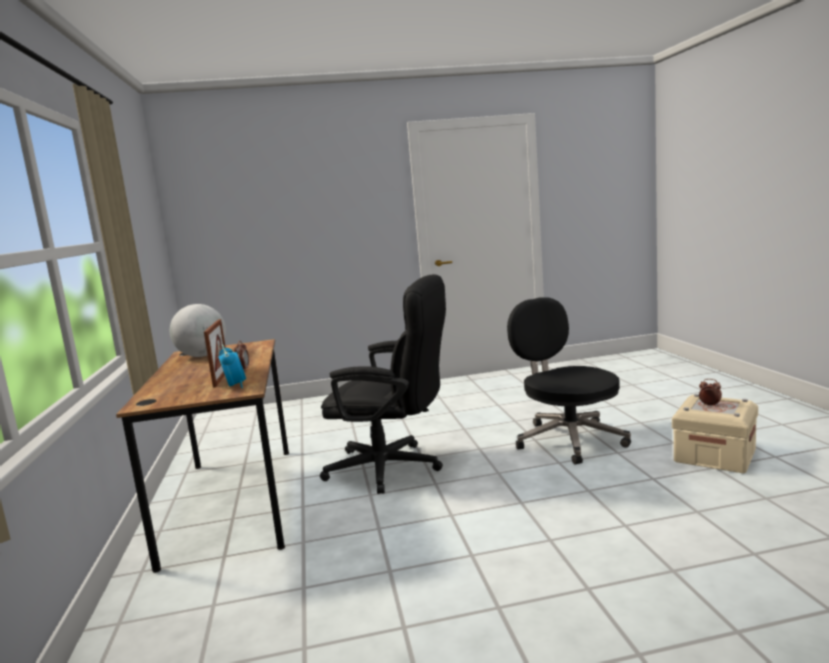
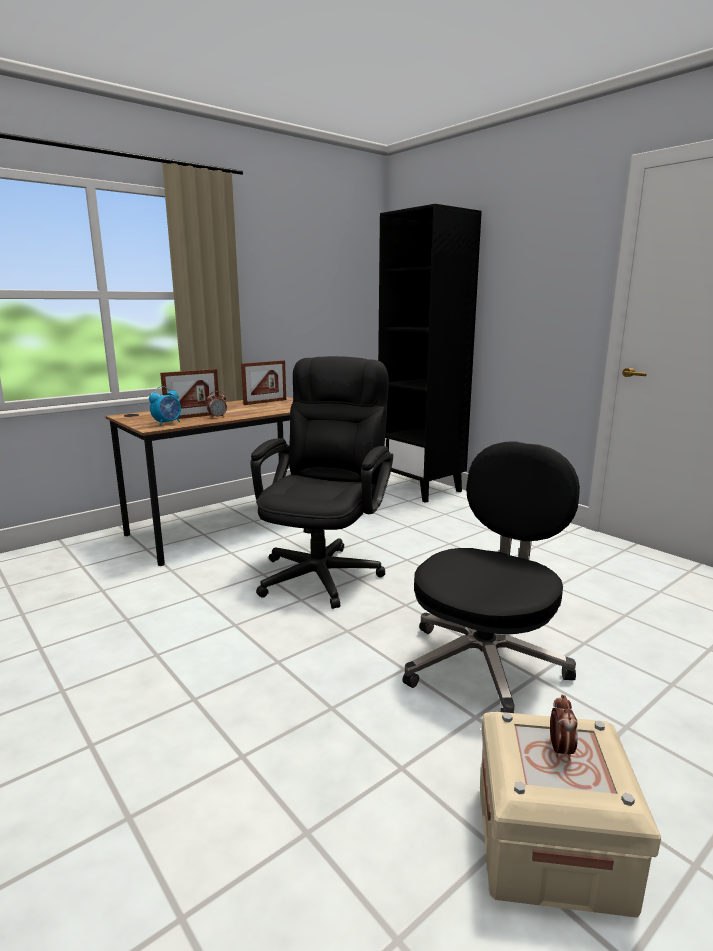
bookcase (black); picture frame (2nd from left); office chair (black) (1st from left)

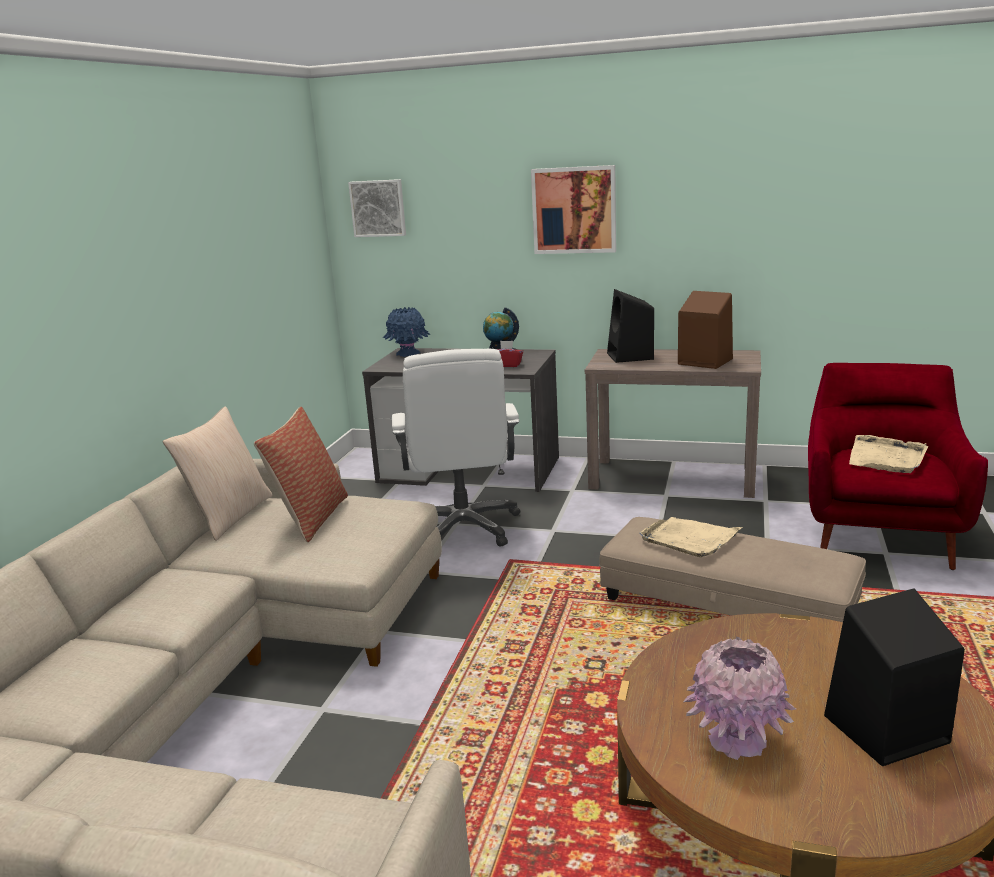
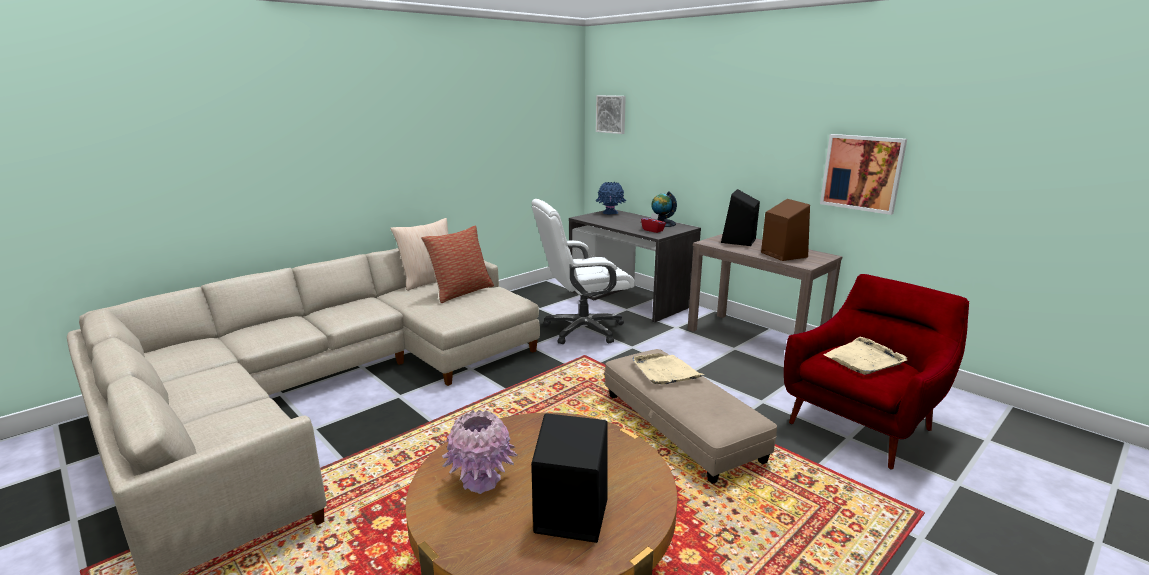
picture (2nd from left); office chair (white)

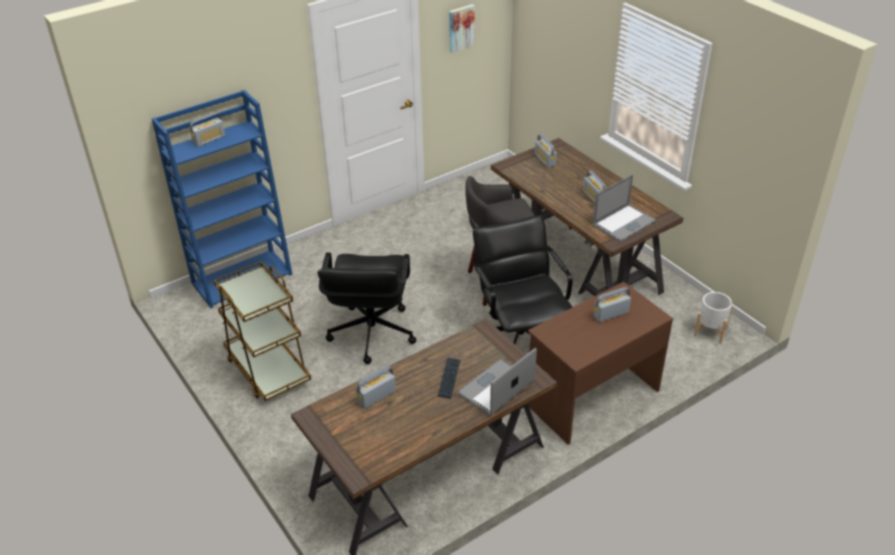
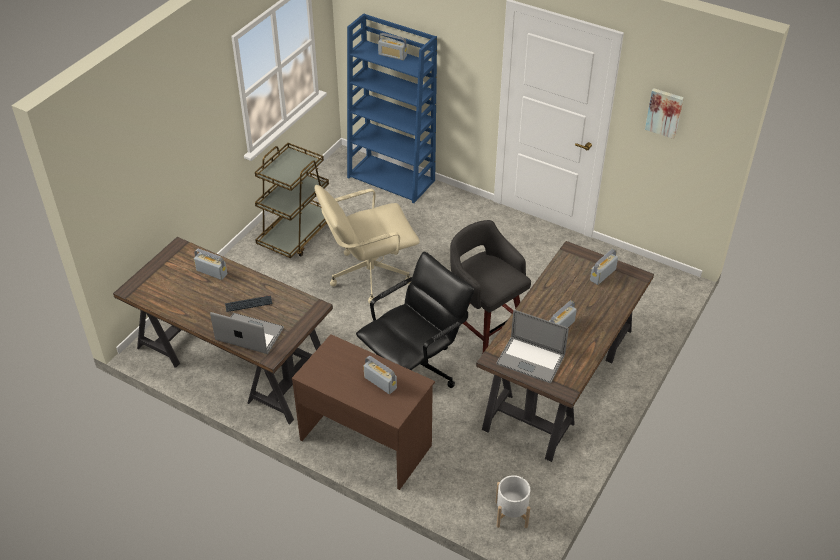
office chair (beige)

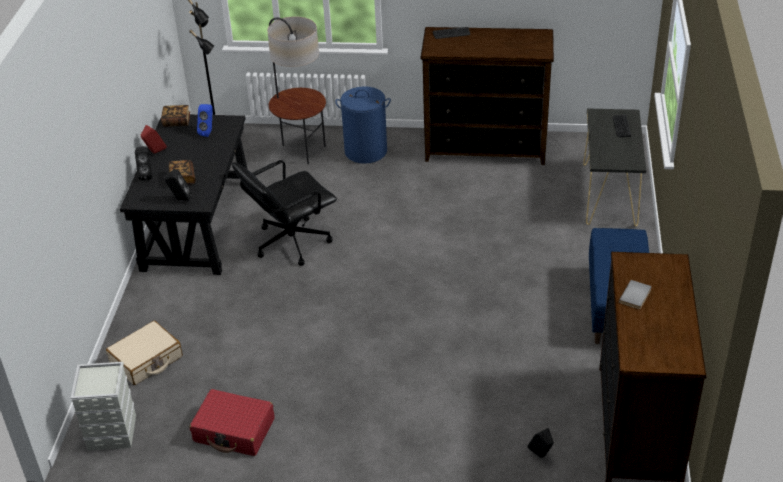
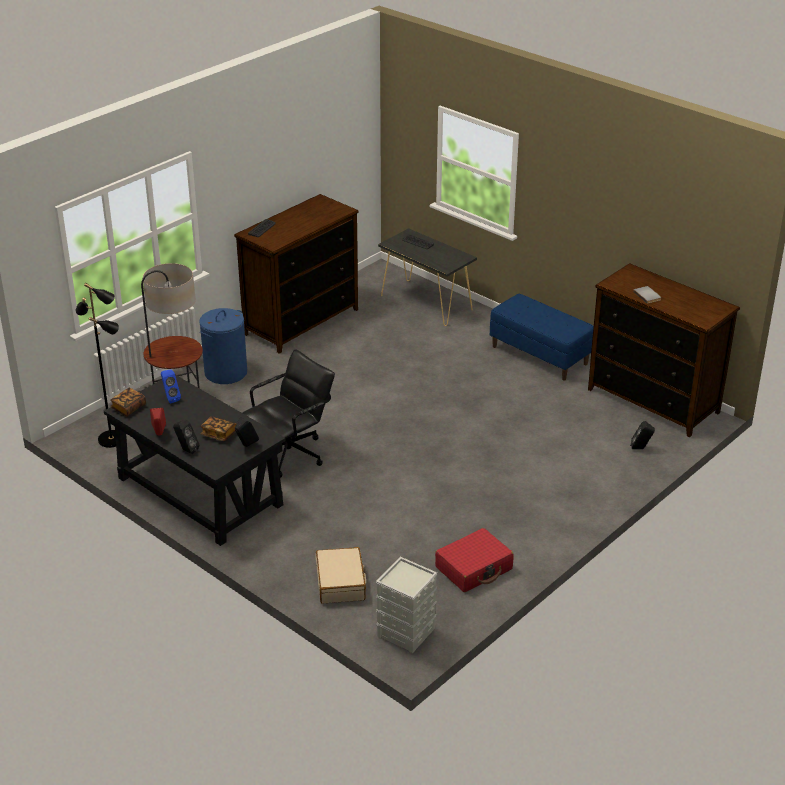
office chair (black)

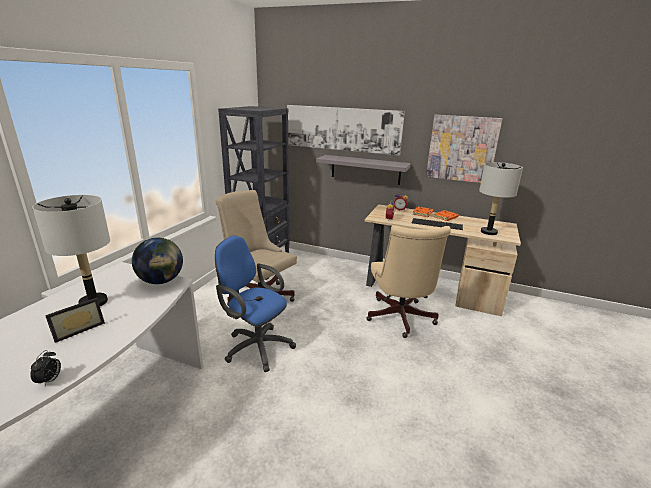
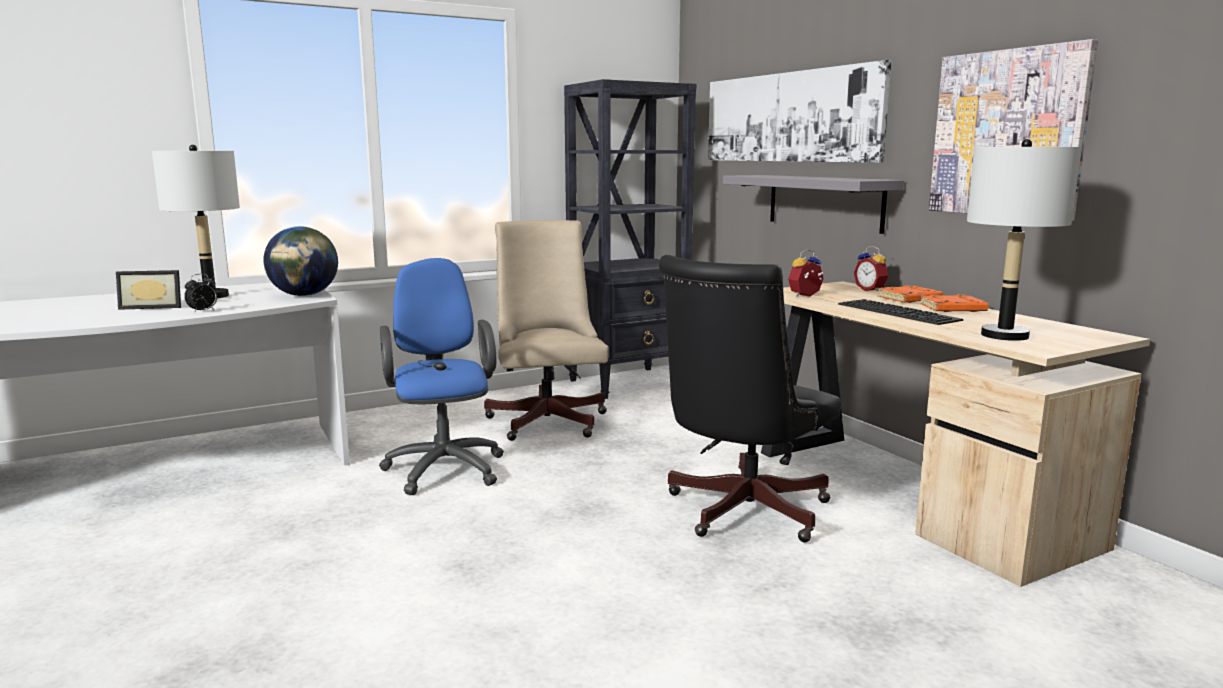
alarm clock (1st from left); office chair (black)

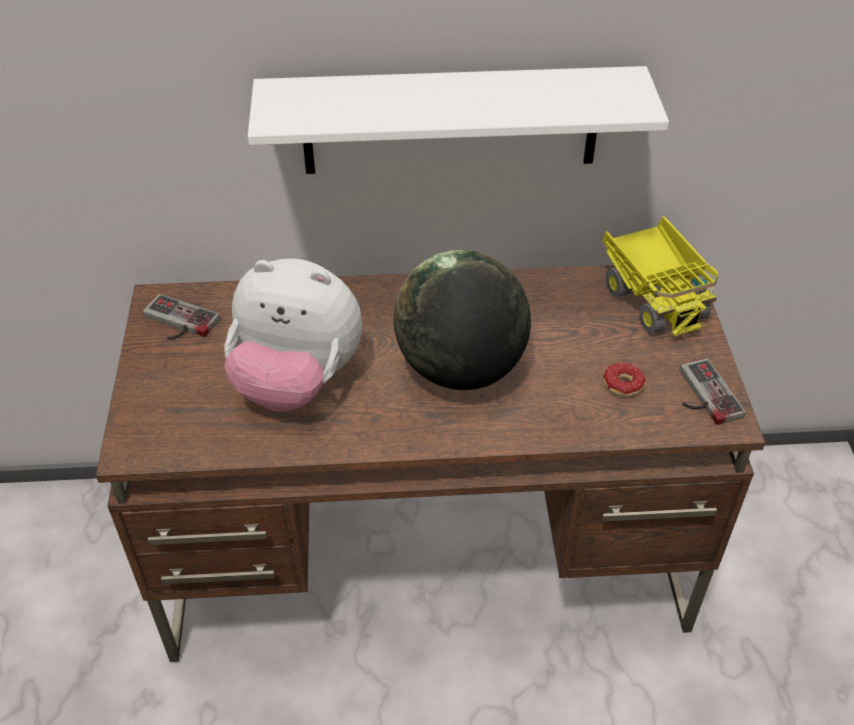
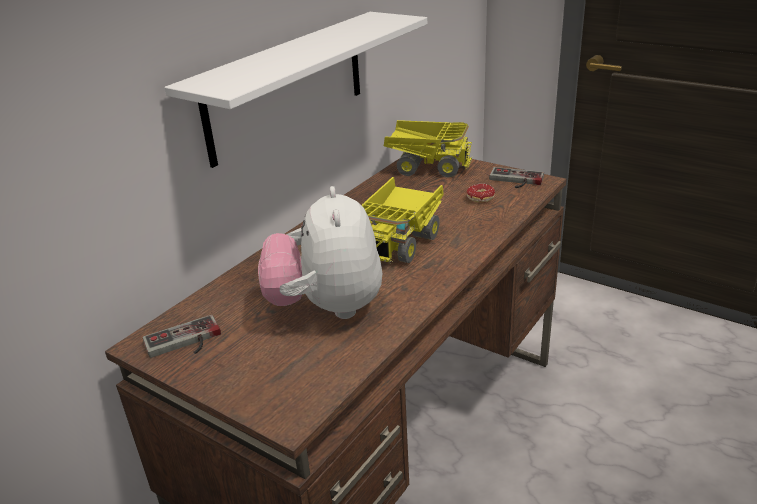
toy truck (1st from left); plush toy

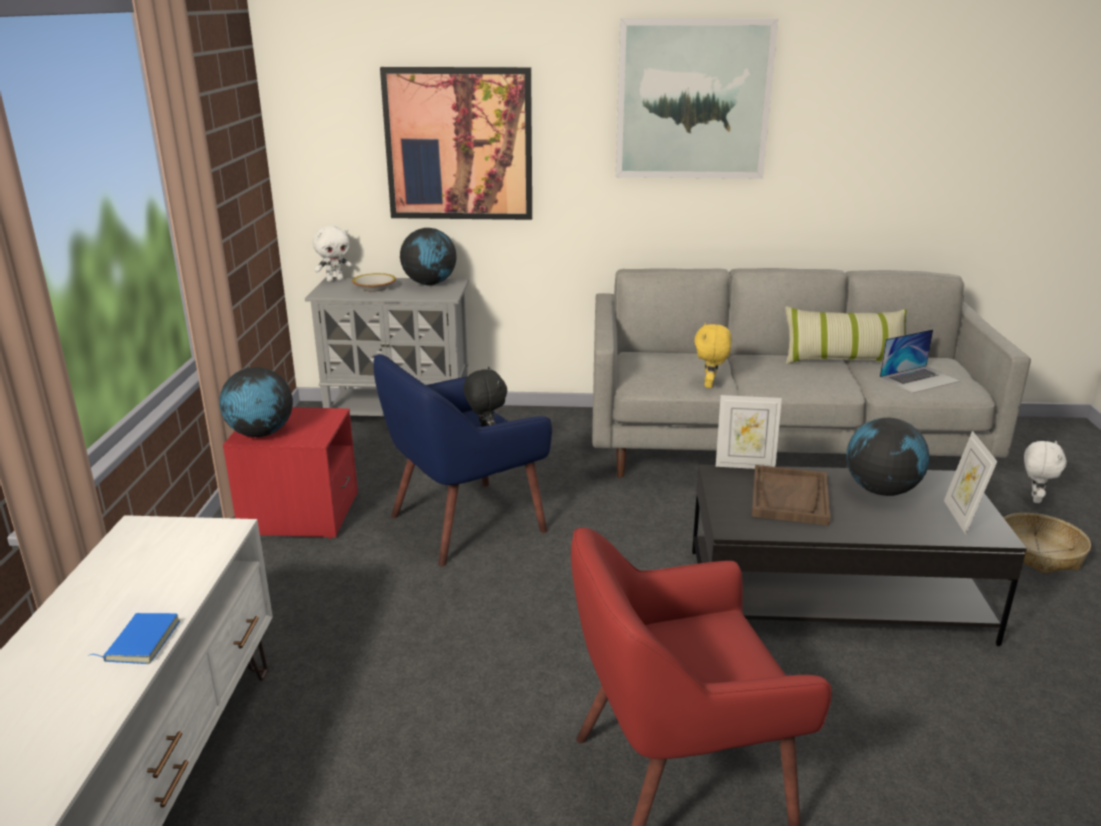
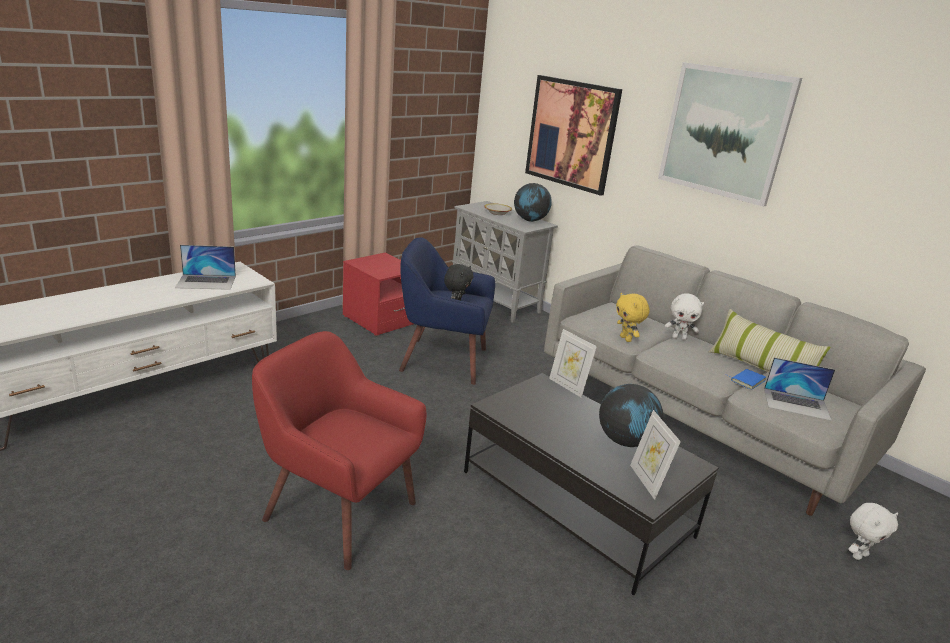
globe (1st from left in the first image); tray (brown); basket; laptop (1st from left); book (blue); plush toy (white) (1st from left); plush toy (yellow); picture frame (2nd from left)

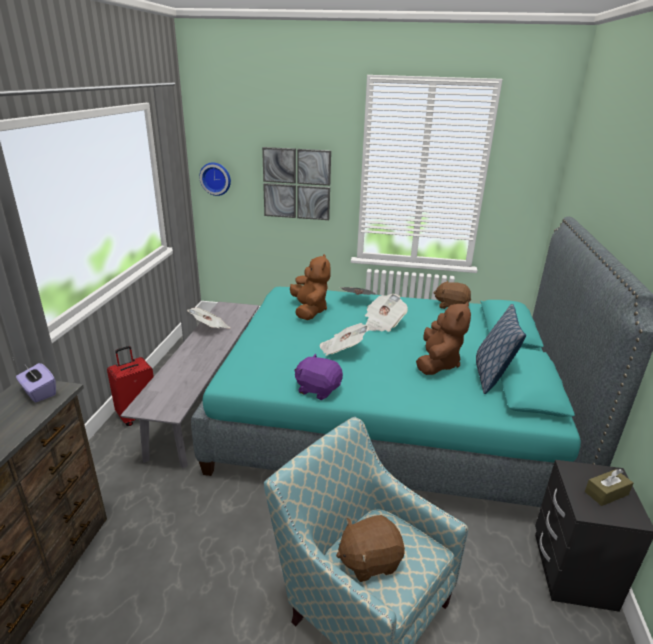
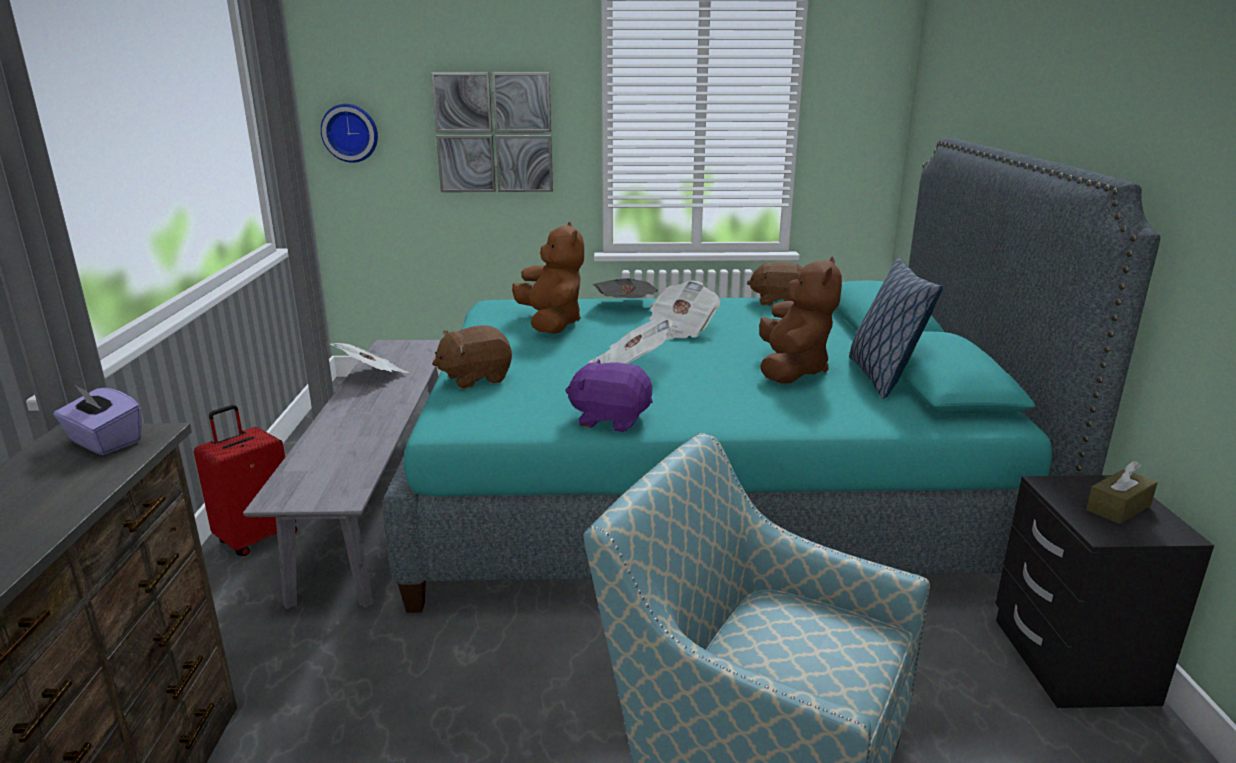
plush toy (brown) (1st from left)

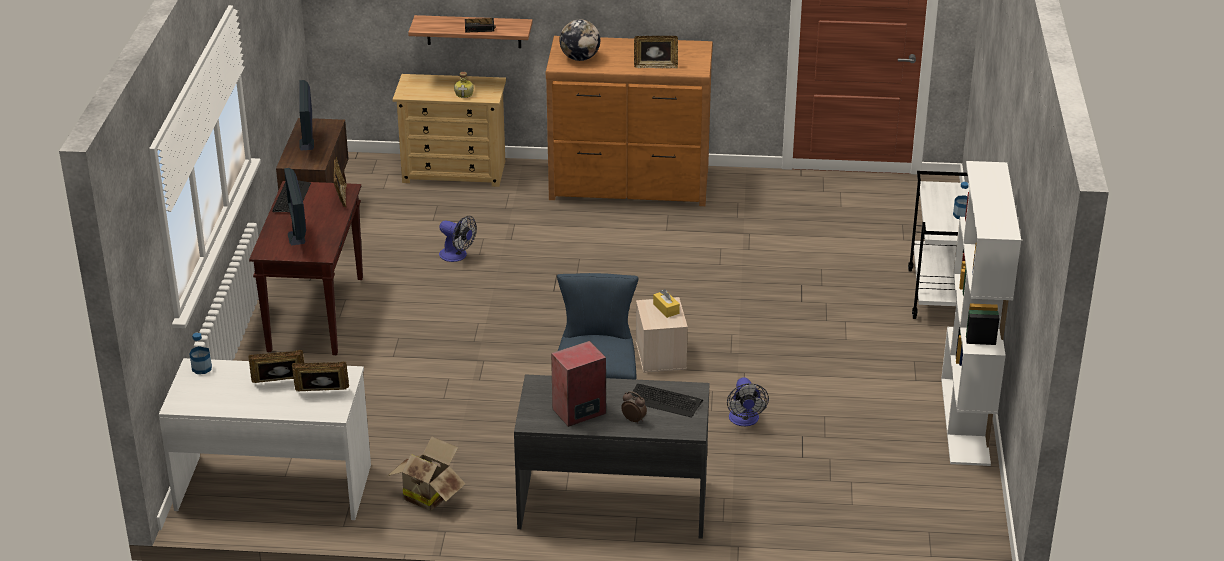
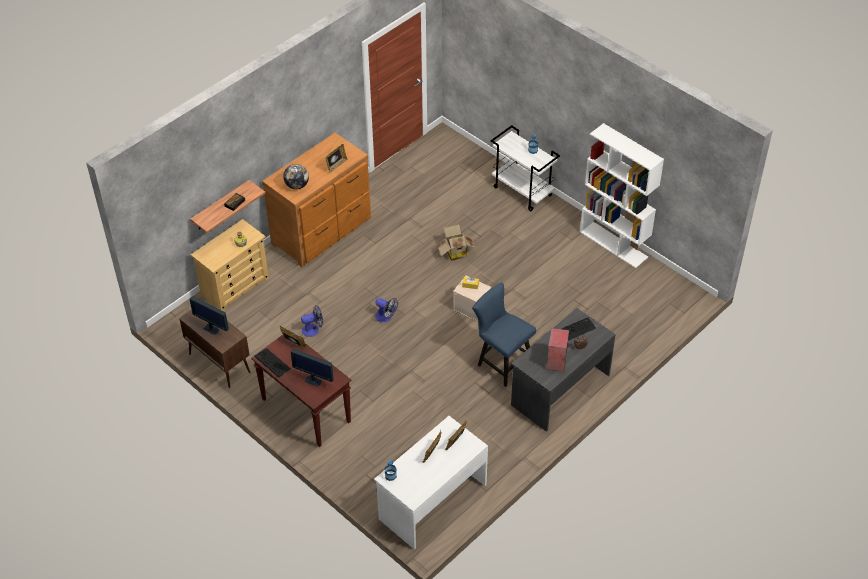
cardboard box; fan (2nd from left)

